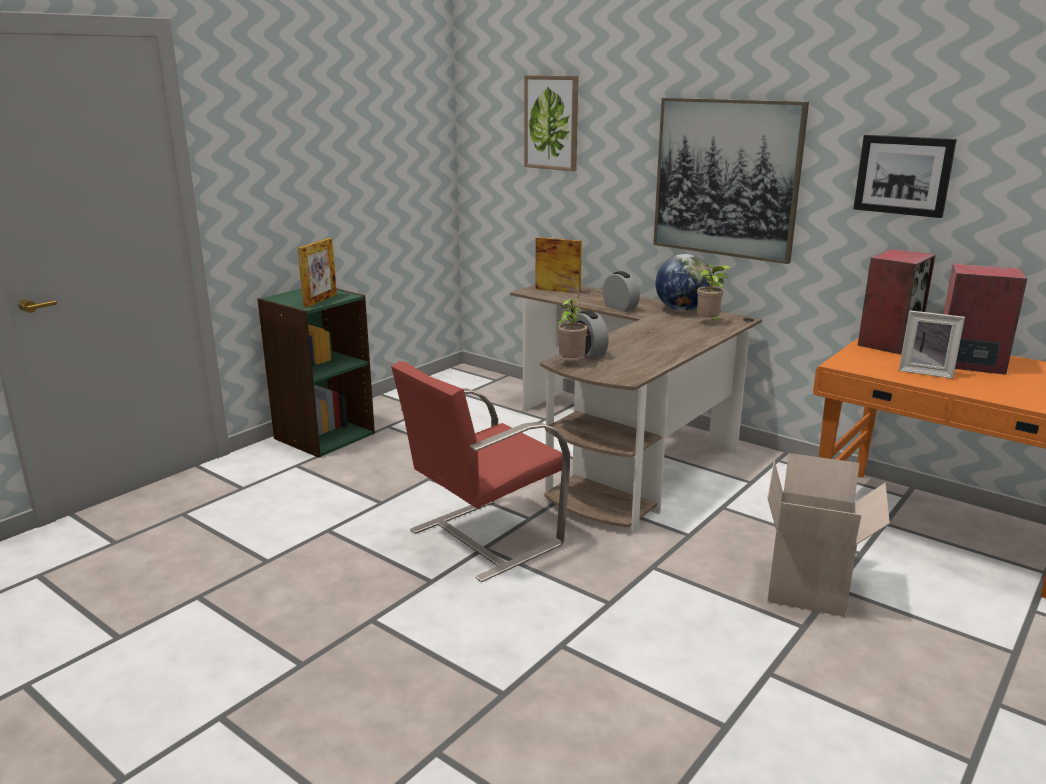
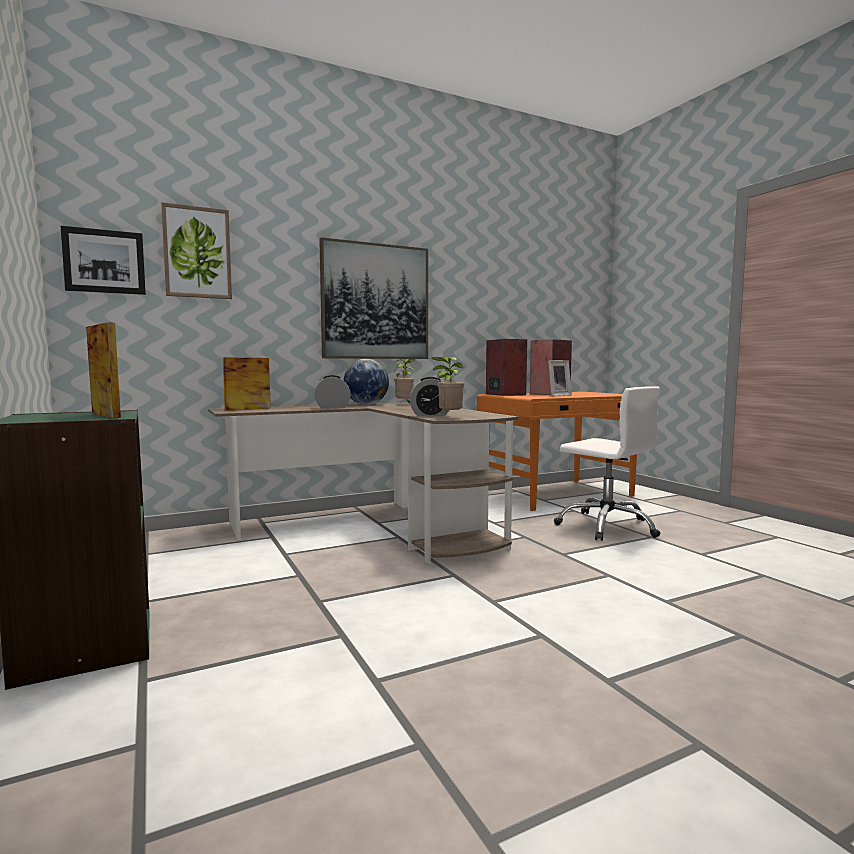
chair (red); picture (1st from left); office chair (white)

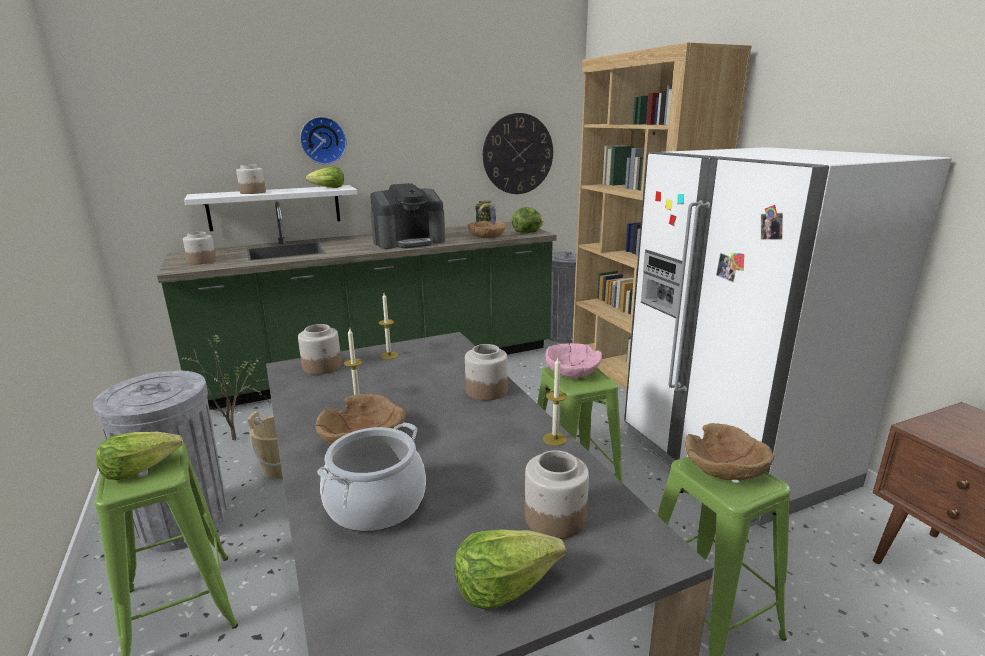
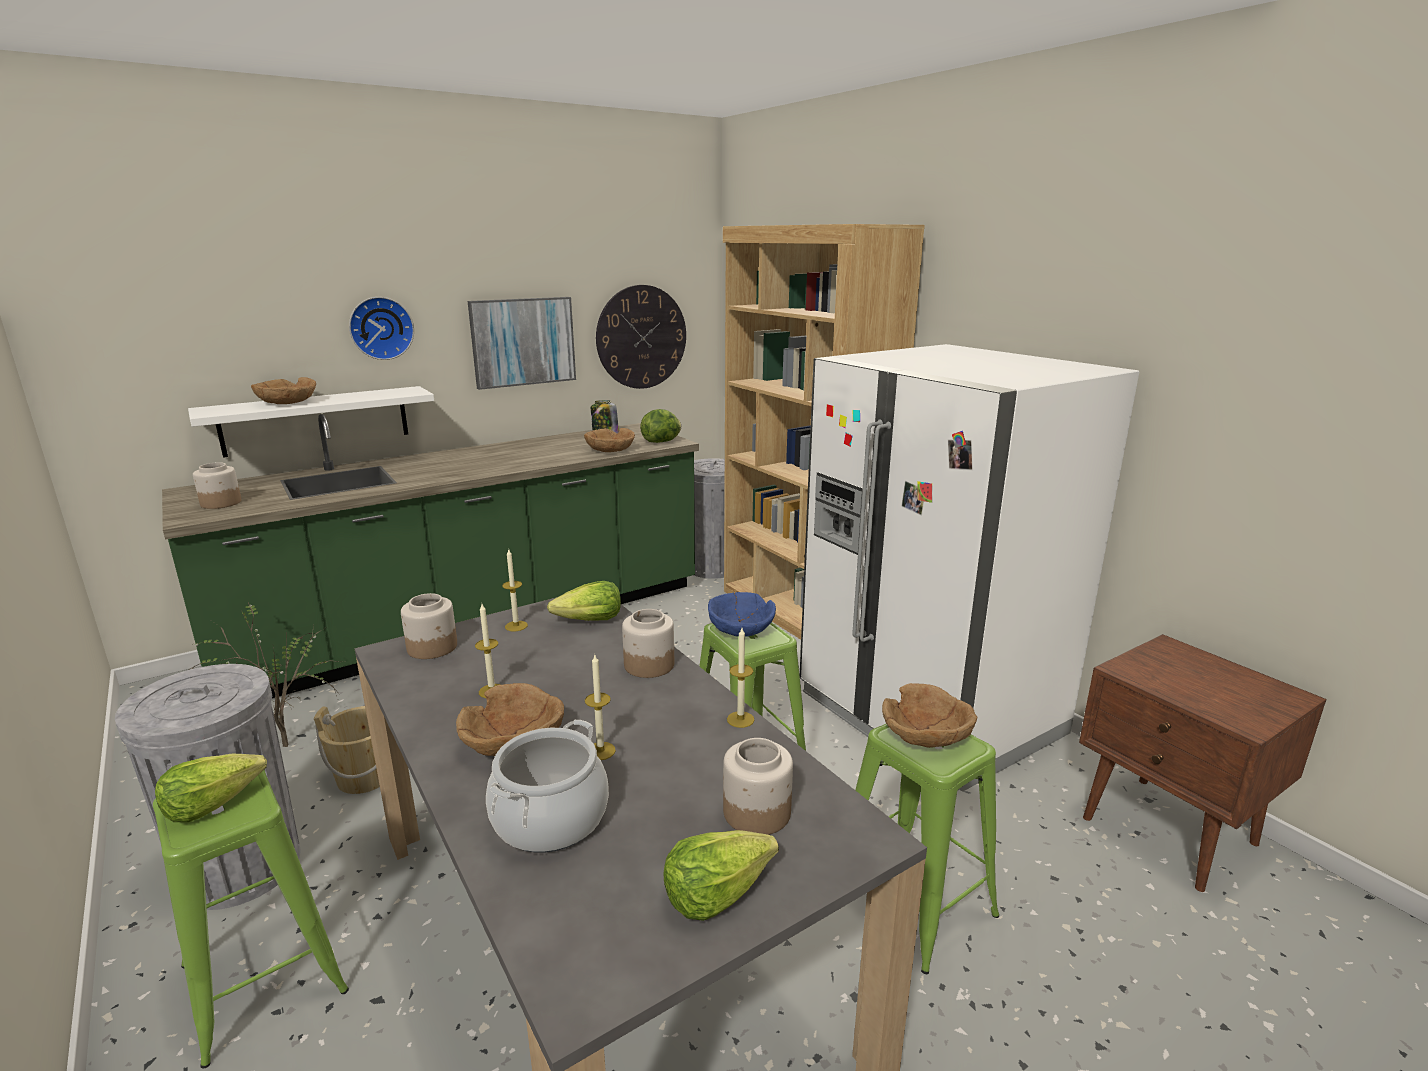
coffee machine; picture; candle (3rd from left); lettuce (2nd from left); bowl (brown) (1st from left); bowl (blue)

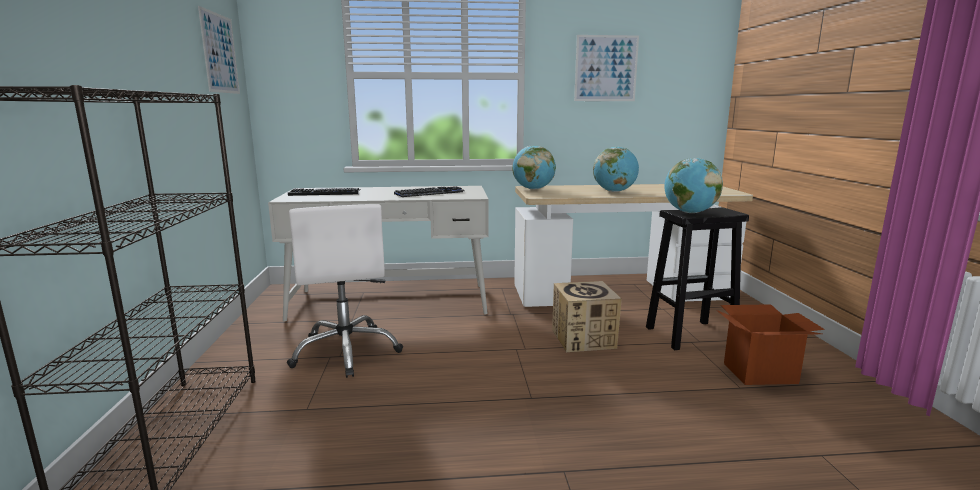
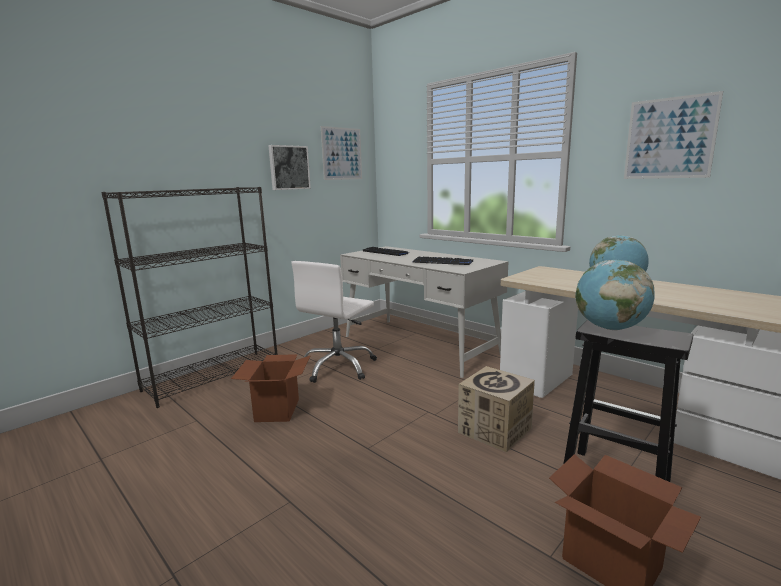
globe (1st from left in the first image); cardboard box (1st from left); picture (1st from left)

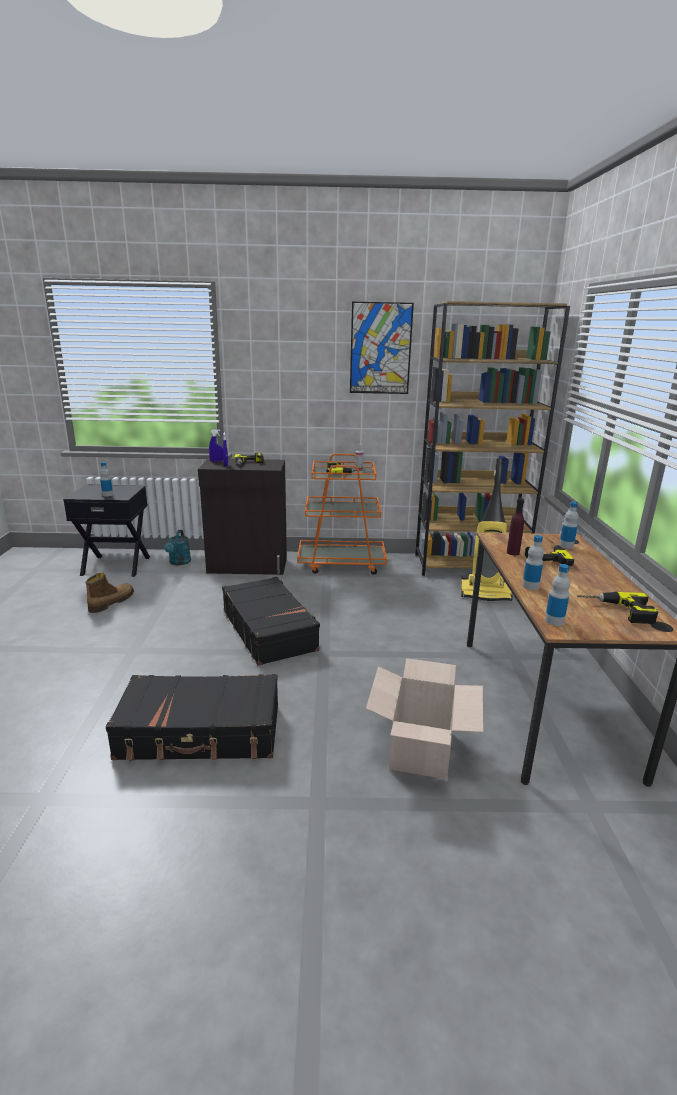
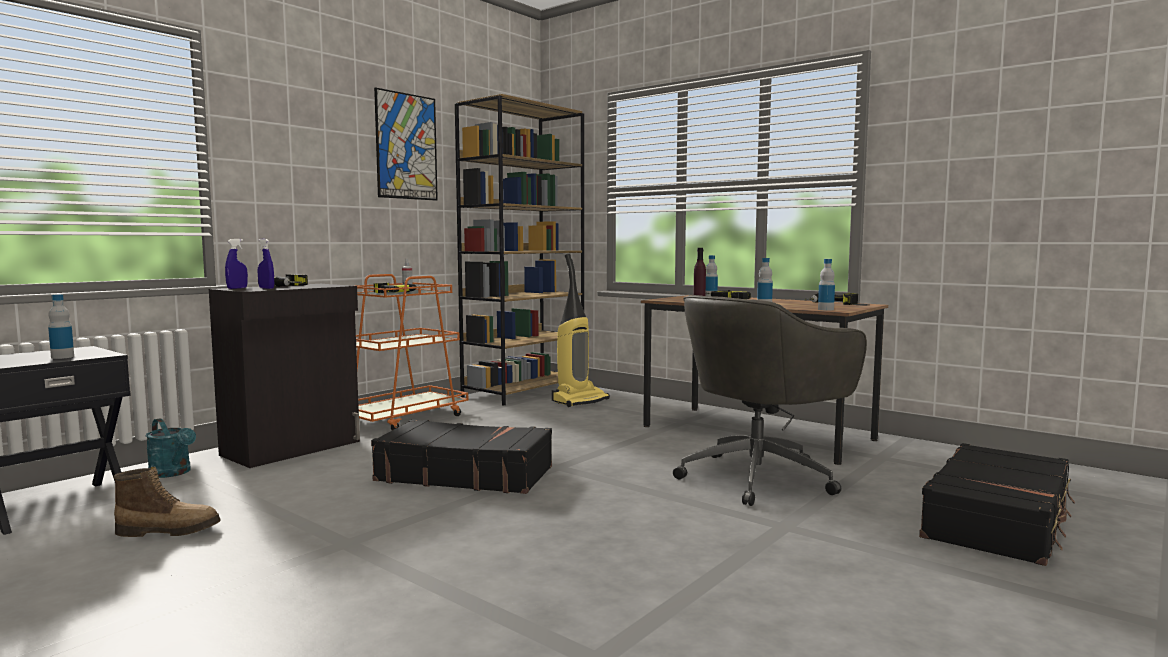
suitcase (black) (2nd from left); office chair (grey); boot

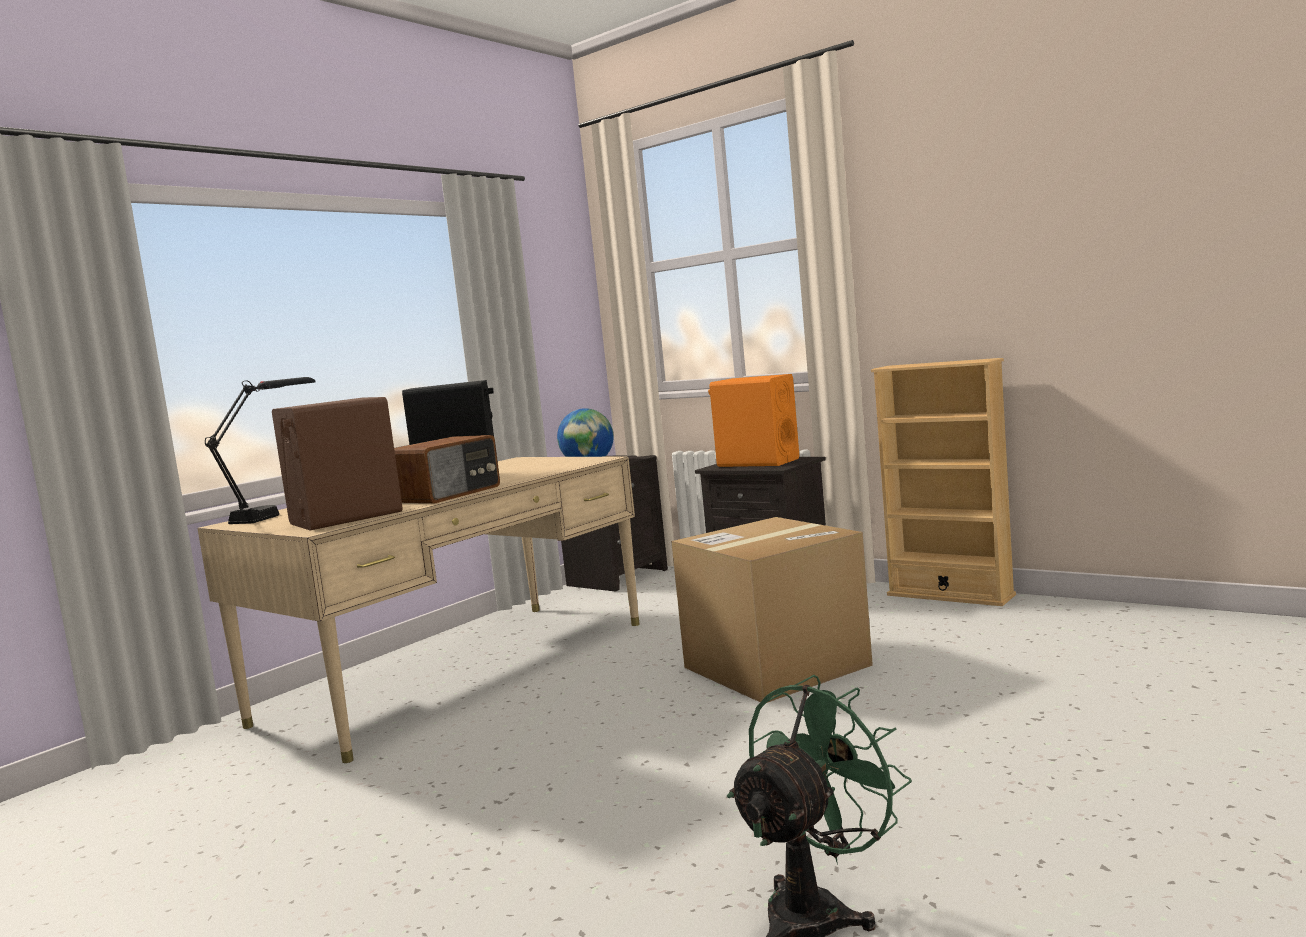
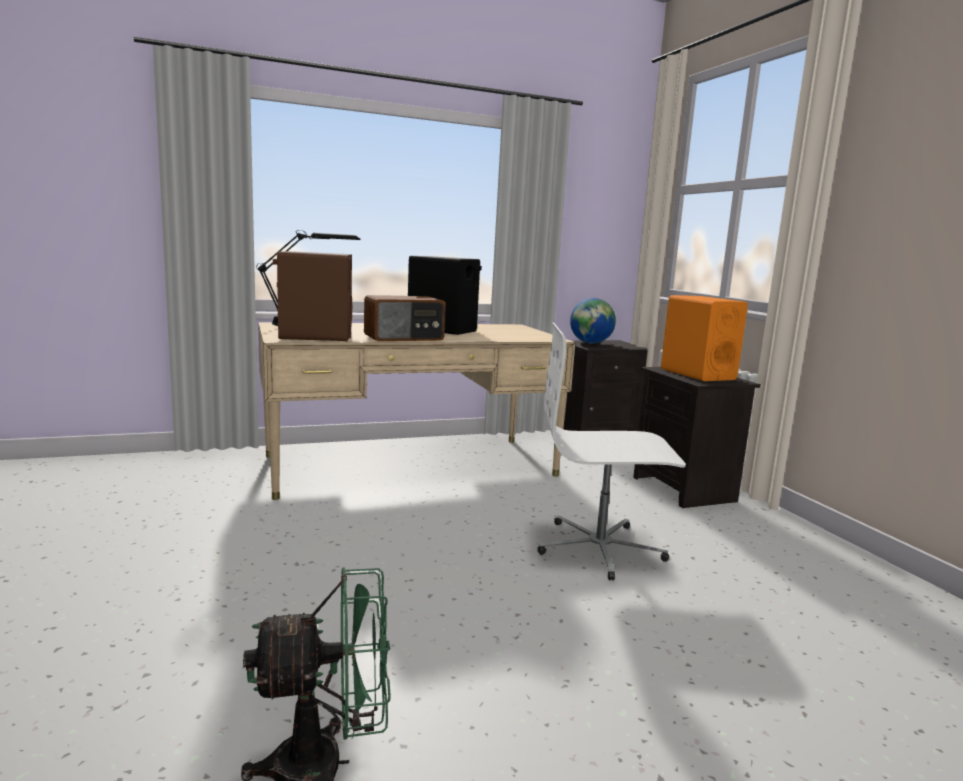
bookcase (beige); office chair (white)

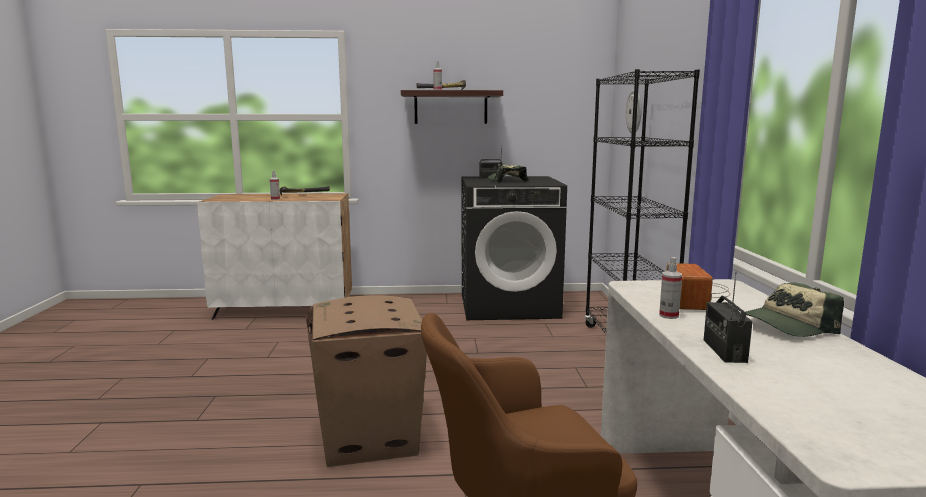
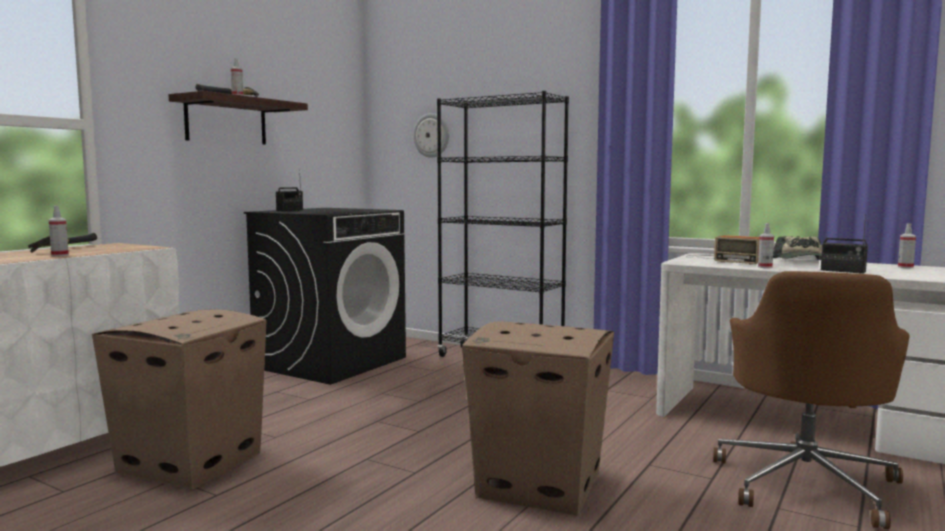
cap (1st from left in the first image); cardboard box (1st from left); spray bottle (4th from left)

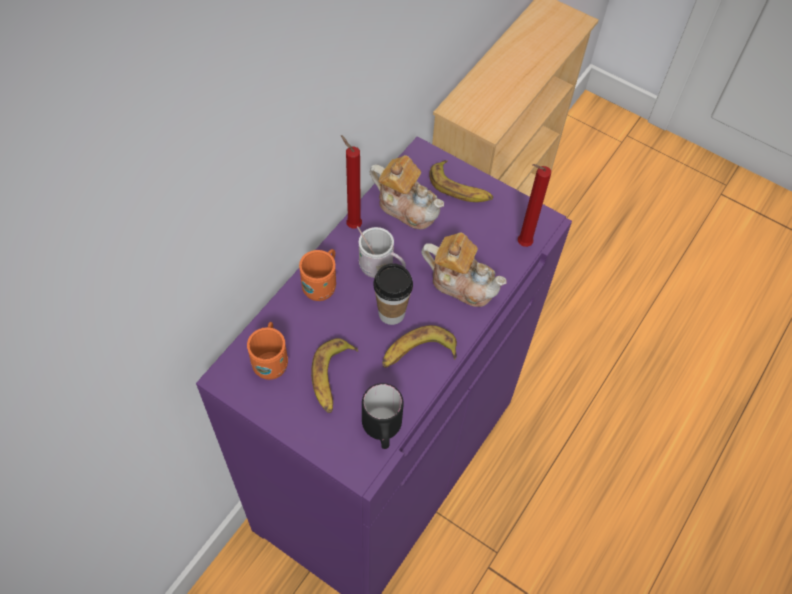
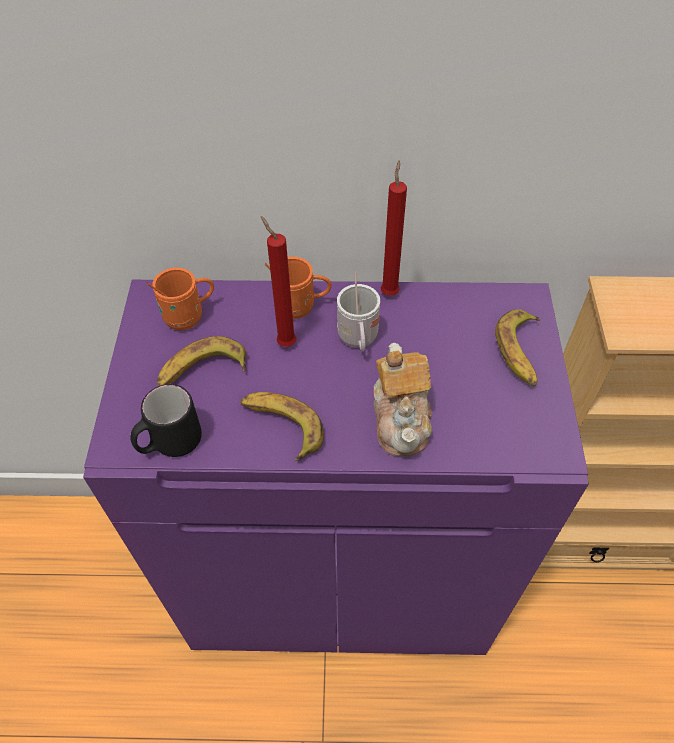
teapot (1st from left in the first image); cup; candle (red) (1st from left)

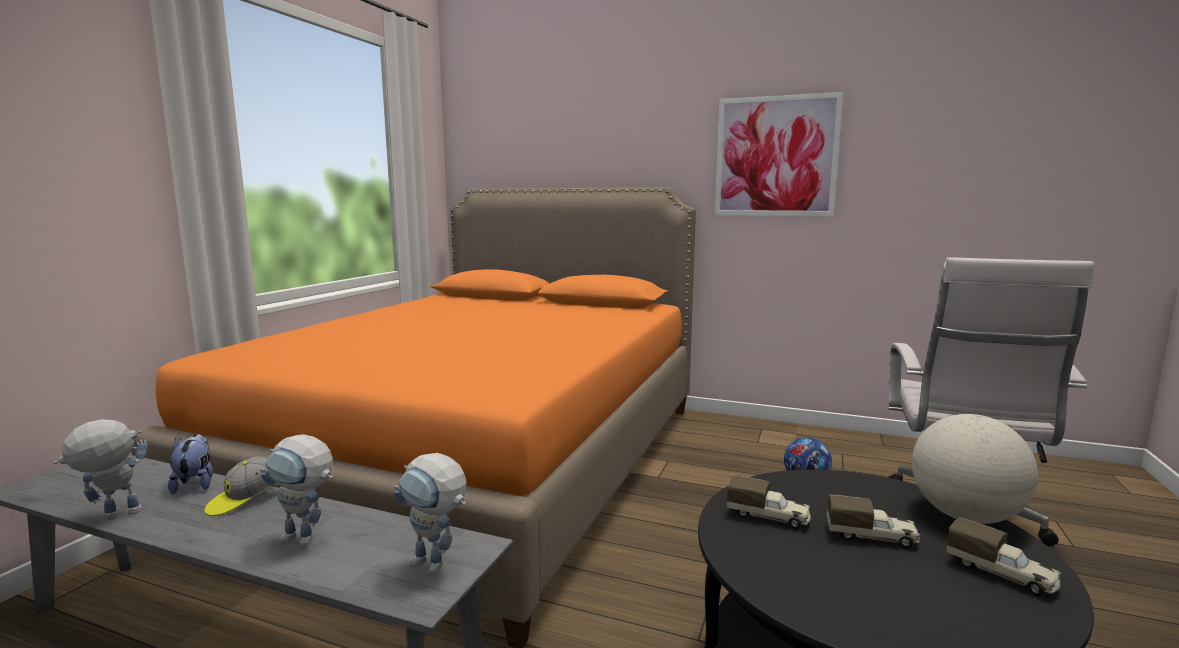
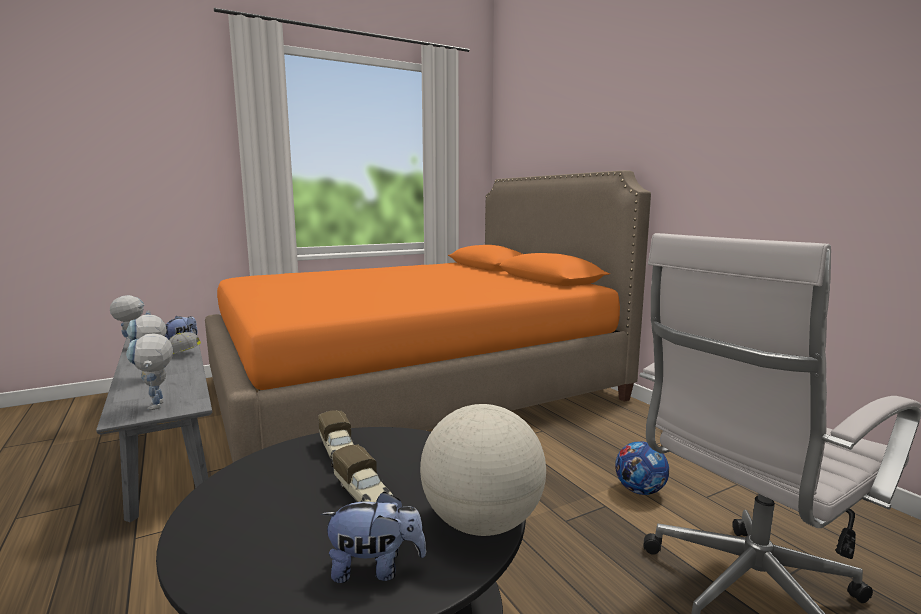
picture; plush toy (2nd from left)

